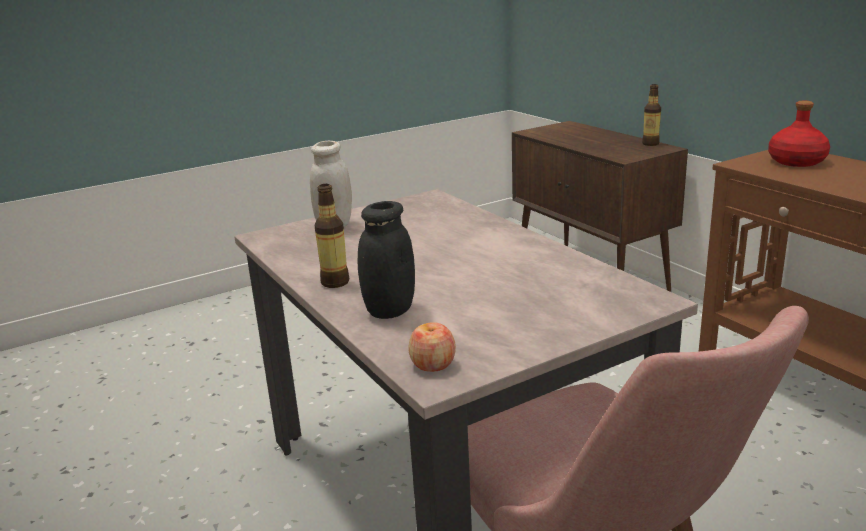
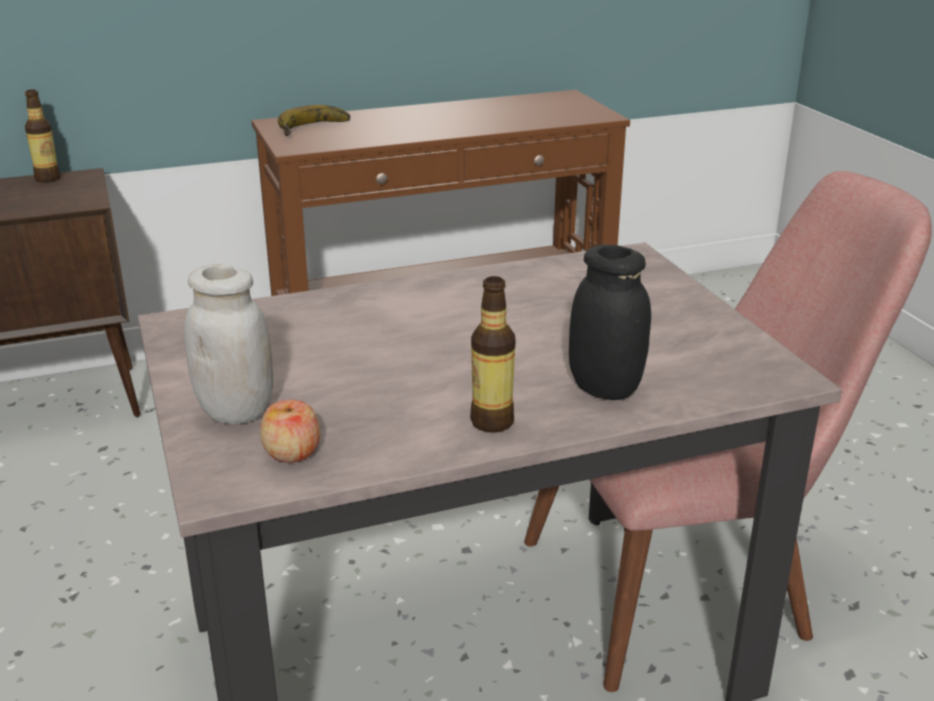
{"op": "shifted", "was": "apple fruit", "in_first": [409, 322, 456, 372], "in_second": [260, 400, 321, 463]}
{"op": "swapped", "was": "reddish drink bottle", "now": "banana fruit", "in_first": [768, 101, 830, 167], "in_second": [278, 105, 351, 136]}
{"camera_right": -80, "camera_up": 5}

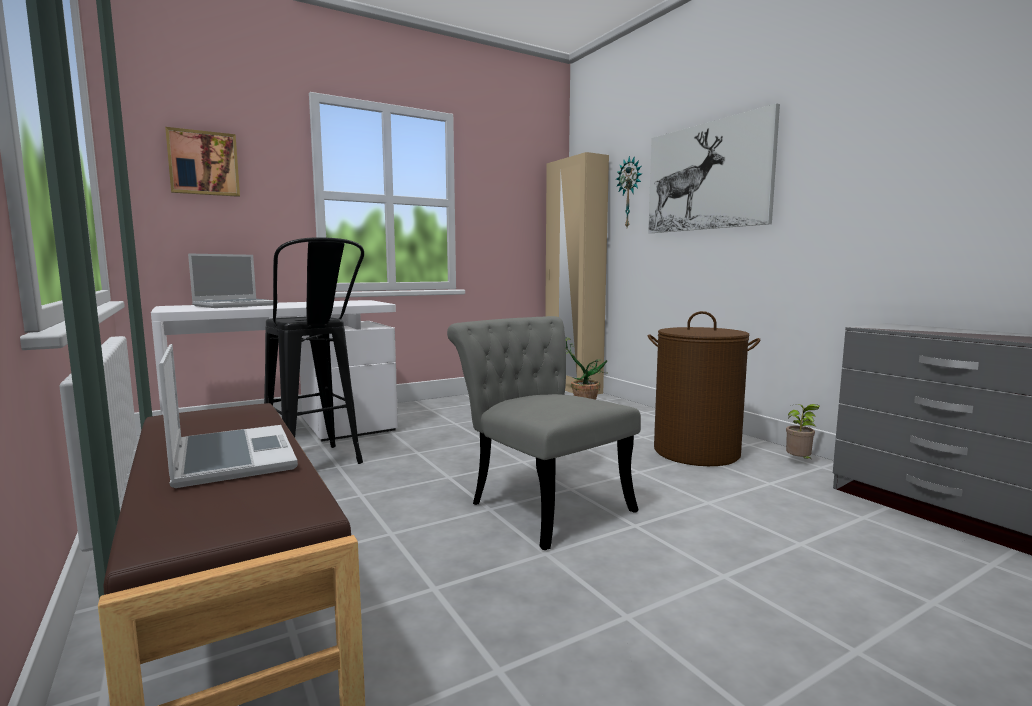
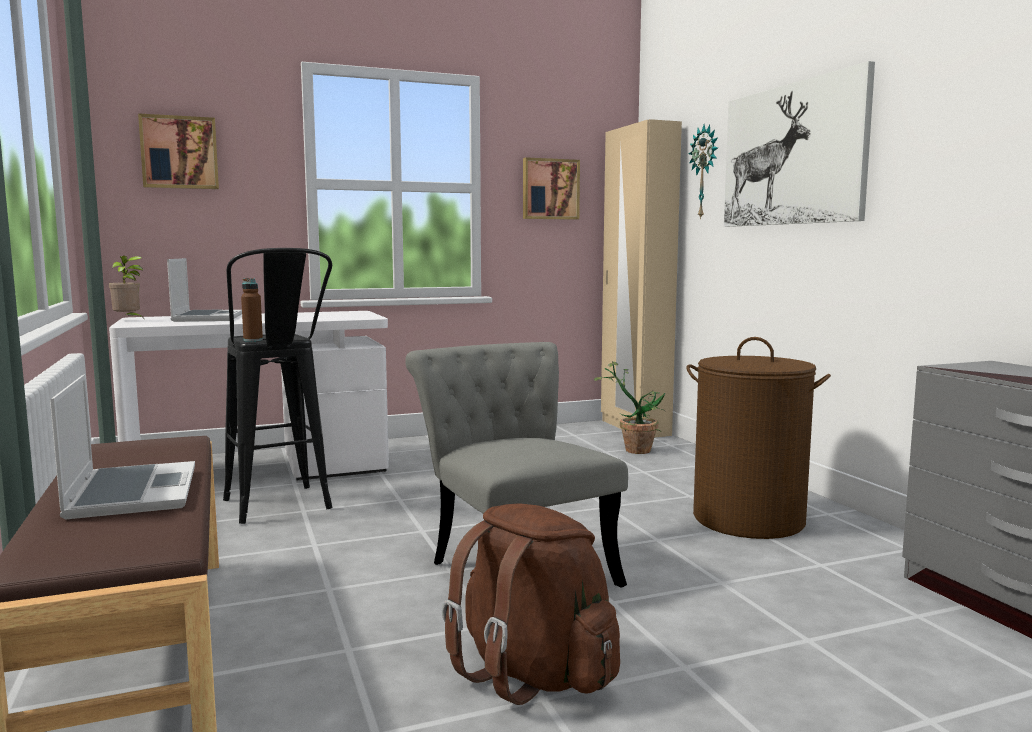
{"op": "rotated", "was": "laptop", "in_first": [188, 253, 278, 308], "in_second": [167, 258, 242, 322], "clockwise": -60}
{"op": "shifted", "was": "plant in a pot", "in_first": [786, 404, 821, 461], "in_second": [109, 255, 145, 320]}
{"op": "new", "now": "brown-coloured drink bottle", "in_second": [241, 278, 263, 342]}
{"op": "new", "now": "brown-coloured backpack", "in_second": [442, 503, 620, 705]}
{"op": "new", "now": "picture", "in_second": [523, 157, 580, 220]}
{"camera_right": 10, "camera_up": 0}

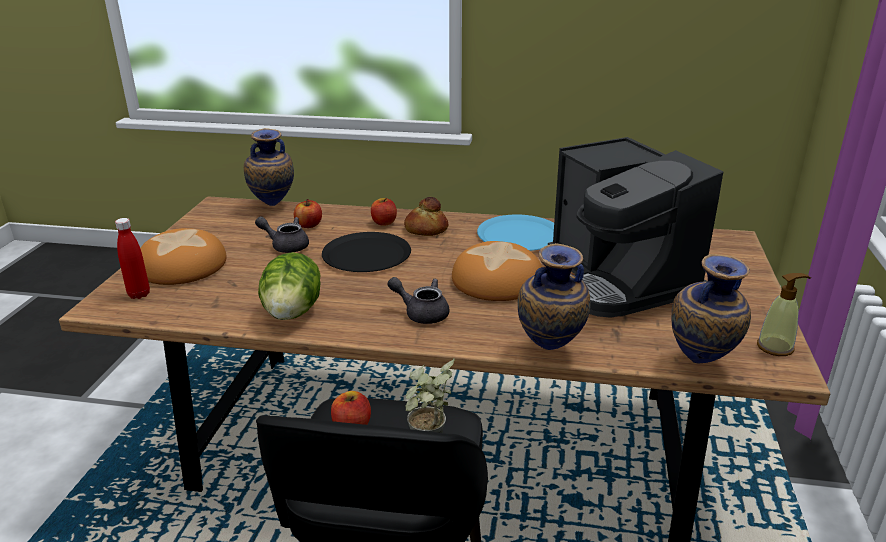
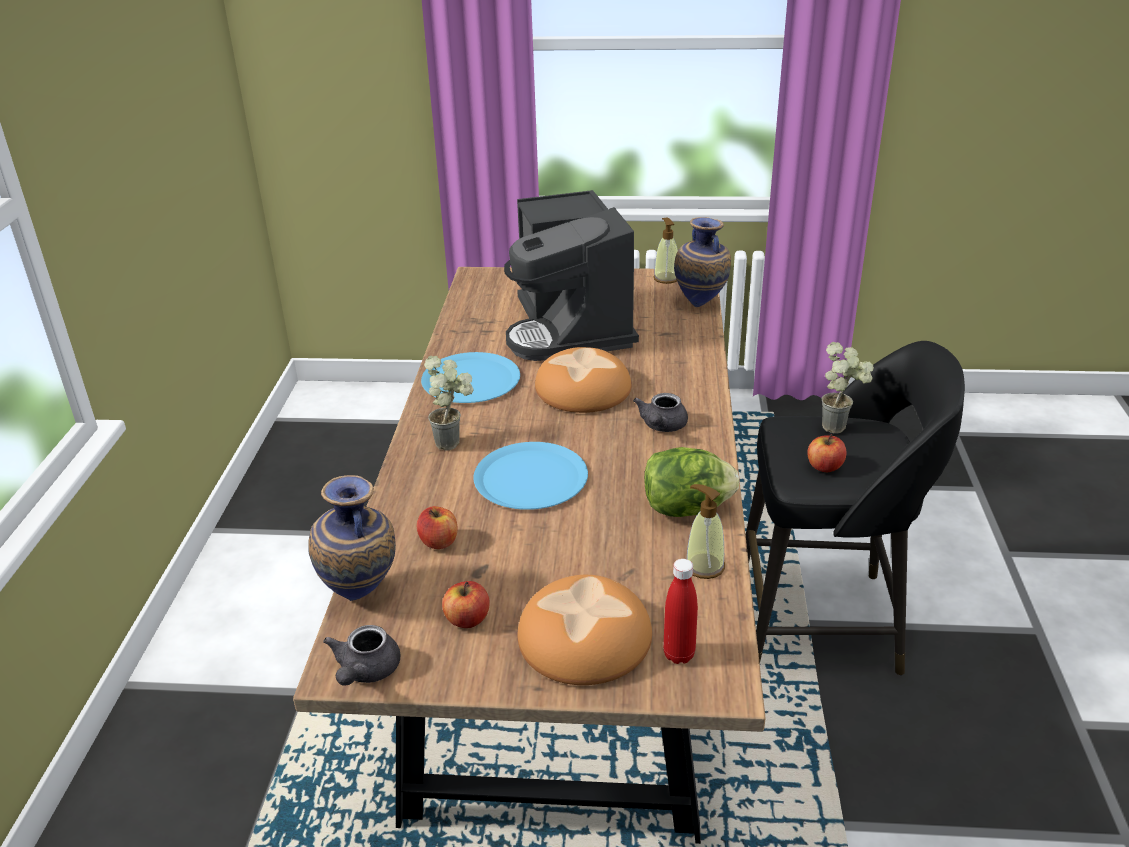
{"op": "shifted", "was": "greyish teapot", "in_first": [255, 216, 309, 253], "in_second": [323, 625, 401, 685]}
{"op": "repainted", "was": "black-coloured plate", "now": "blue-coloured plate", "in_first": [322, 232, 411, 272], "in_second": [473, 442, 588, 510]}
{"op": "shifted", "was": "apple fruit", "in_first": [371, 198, 397, 226], "in_second": [442, 581, 490, 628]}
{"op": "swapped", "was": "bread", "now": "plant in a pot", "in_first": [404, 197, 449, 236], "in_second": [424, 355, 474, 451]}
{"op": "gone", "was": "vase", "in_first": [518, 243, 591, 350]}
{"op": "rotated", "was": "coffee maker", "in_first": [548, 137, 723, 318], "in_second": [504, 190, 639, 361], "clockwise": 105}
{"op": "new", "now": "liquid soap bottle", "in_second": [687, 484, 725, 579]}
{"camera_right": -95, "camera_up": 5}

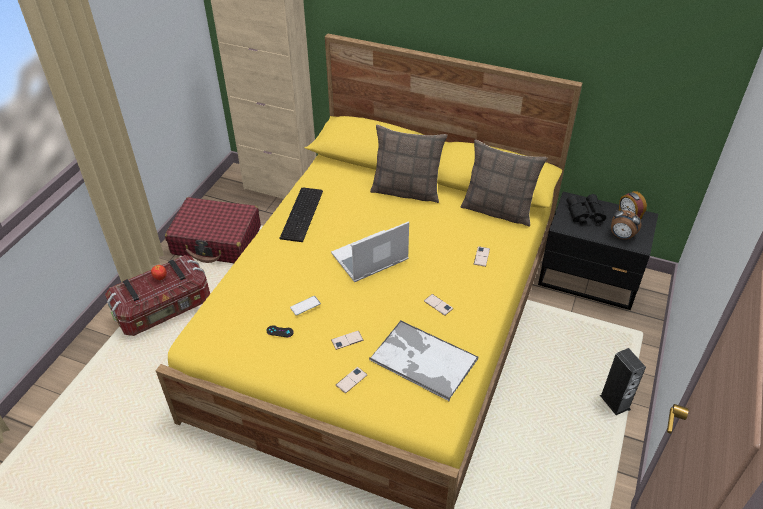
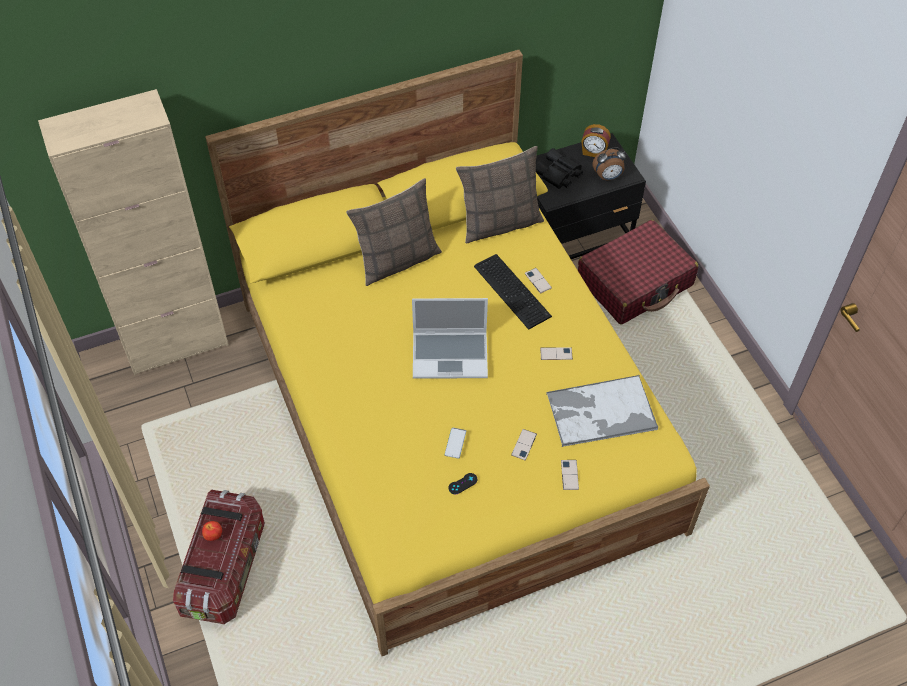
{"op": "shifted", "was": "reddish suitcase", "in_first": [165, 197, 261, 263], "in_second": [578, 220, 698, 324]}
{"op": "shifted", "was": "PC keyboard", "in_first": [279, 188, 323, 242], "in_second": [474, 254, 552, 330]}
{"op": "rotated", "was": "laptop", "in_first": [331, 221, 409, 282], "in_second": [412, 298, 488, 379], "clockwise": -105}
{"op": "gone", "was": "speaker", "in_first": [600, 348, 646, 415]}
{"camera_right": -45, "camera_up": 10}

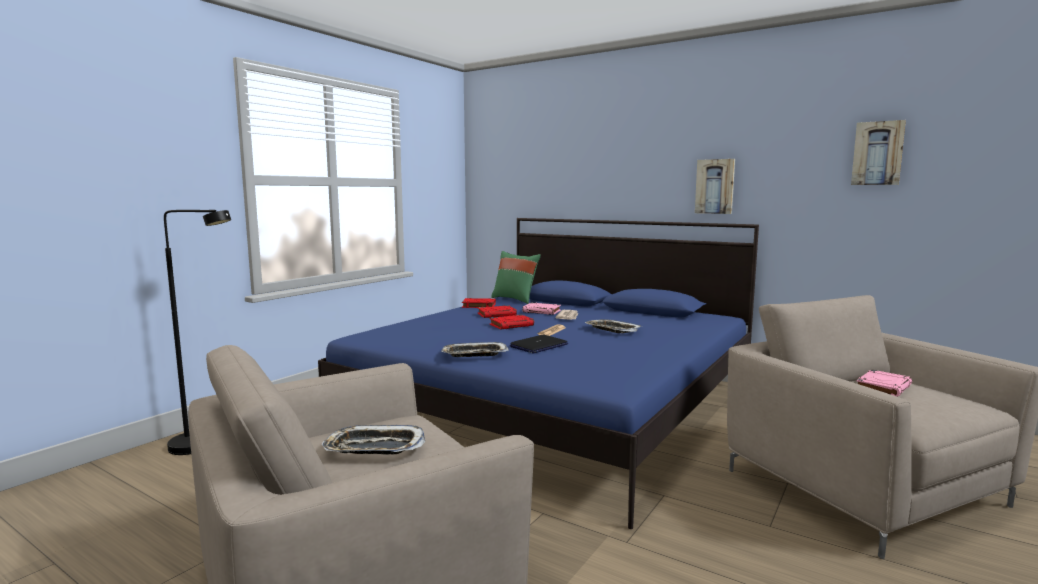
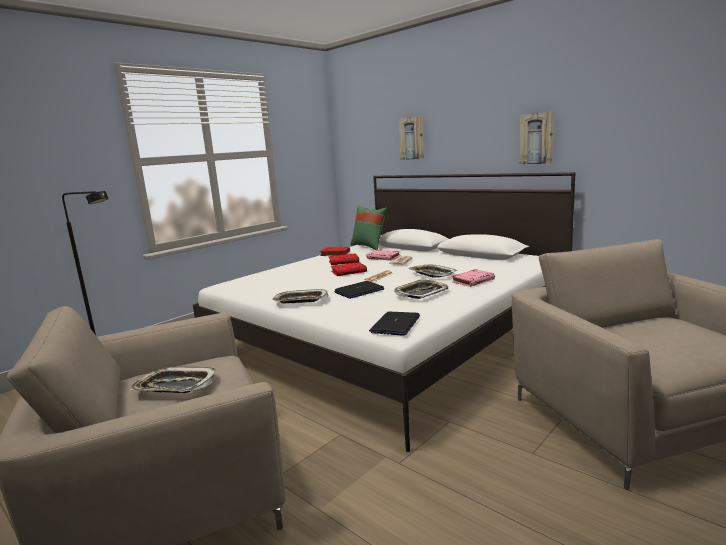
{"op": "repainted", "was": "blue-coloured bedroom bed", "now": "white bedroom bed", "in_first": [318, 218, 759, 529], "in_second": [193, 172, 575, 452]}
{"op": "shifted", "was": "picture", "in_first": [851, 120, 906, 185], "in_second": [398, 116, 424, 160]}
{"op": "shifted", "was": "pink bound book", "in_first": [857, 369, 912, 397], "in_second": [452, 269, 495, 287]}
{"op": "new", "now": "laptop", "in_second": [369, 312, 420, 336]}
{"op": "new", "now": "carrying tray", "in_second": [394, 279, 448, 299]}
{"camera_right": 10, "camera_up": 5}

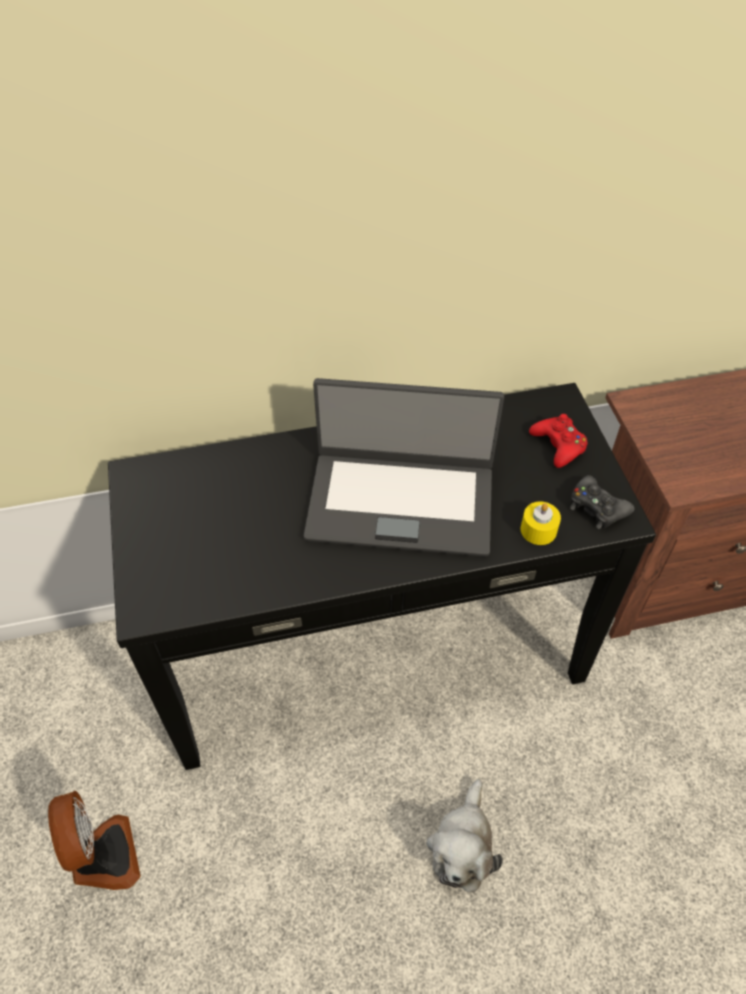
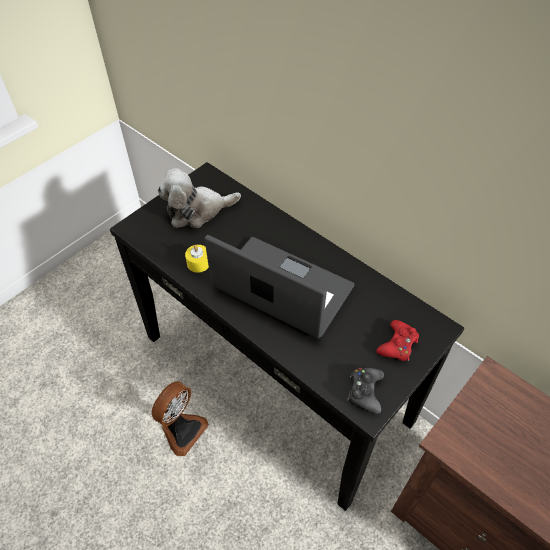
{"op": "shifted", "was": "electric fan", "in_first": [48, 791, 141, 890], "in_second": [151, 381, 209, 456]}
{"op": "rotated", "was": "laptop", "in_first": [304, 378, 504, 556], "in_second": [205, 235, 354, 338], "clockwise": 150}
{"op": "shifted", "was": "plush toy", "in_first": [426, 779, 503, 892], "in_second": [158, 168, 241, 228]}
{"op": "shifted", "was": "yellow candle", "in_first": [521, 501, 561, 545], "in_second": [185, 245, 209, 273]}
{"camera_right": 55, "camera_up": 0}

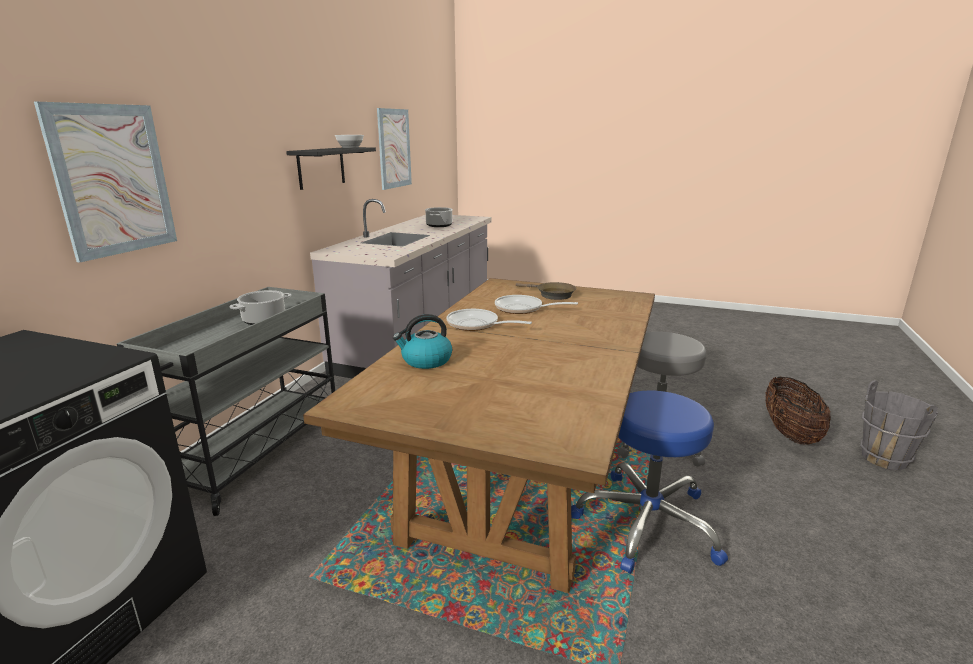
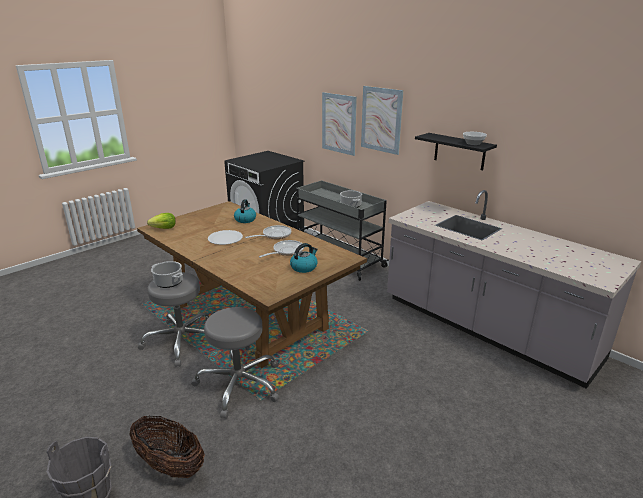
{"op": "shifted", "was": "picture", "in_first": [377, 108, 412, 190], "in_second": [361, 86, 403, 155]}
{"op": "shifted", "was": "cooking pot", "in_first": [425, 207, 453, 227], "in_second": [151, 261, 183, 288]}
{"op": "swapped", "was": "brown-coloured frying pan", "now": "kettle", "in_first": [516, 282, 576, 300], "in_second": [290, 243, 318, 273]}
{"op": "repainted", "was": "blue-coloured sitting stool", "now": "greyish sitting stool", "in_first": [571, 391, 728, 574], "in_second": [138, 272, 209, 367]}
{"op": "new", "now": "lettuce head", "in_second": [147, 213, 176, 229]}
{"op": "new", "now": "white plate", "in_second": [208, 230, 243, 245]}
{"camera_right": 115, "camera_up": 5}

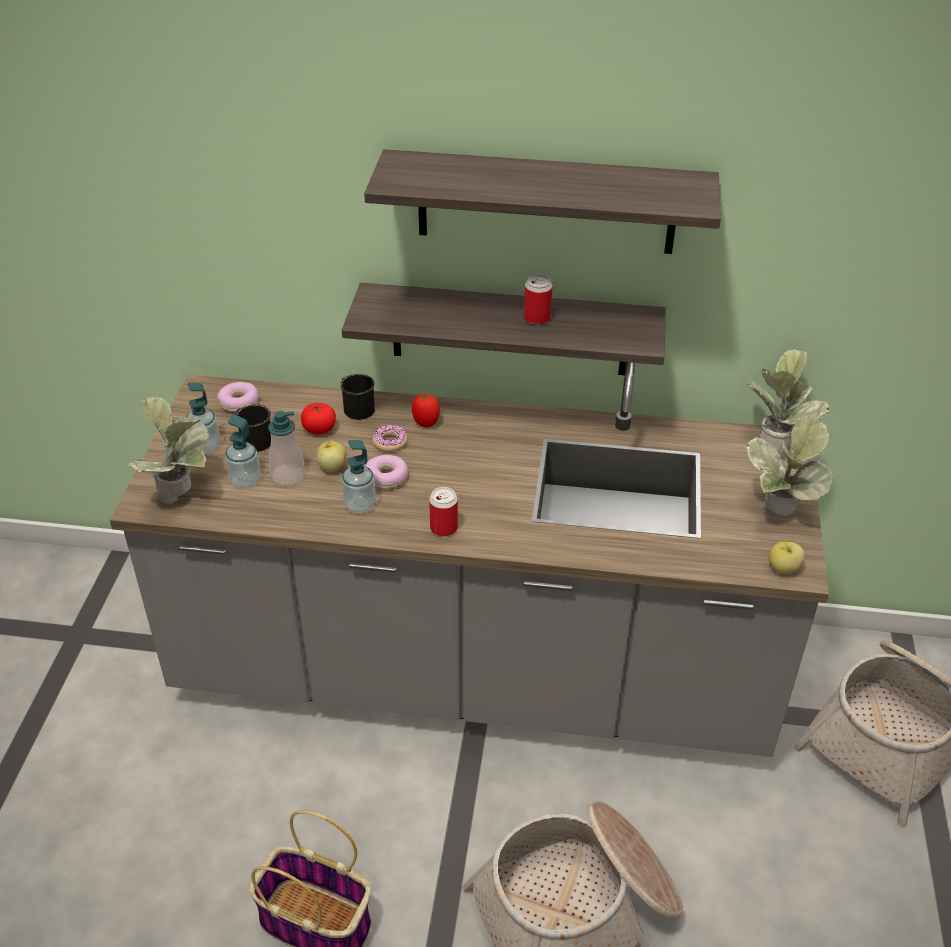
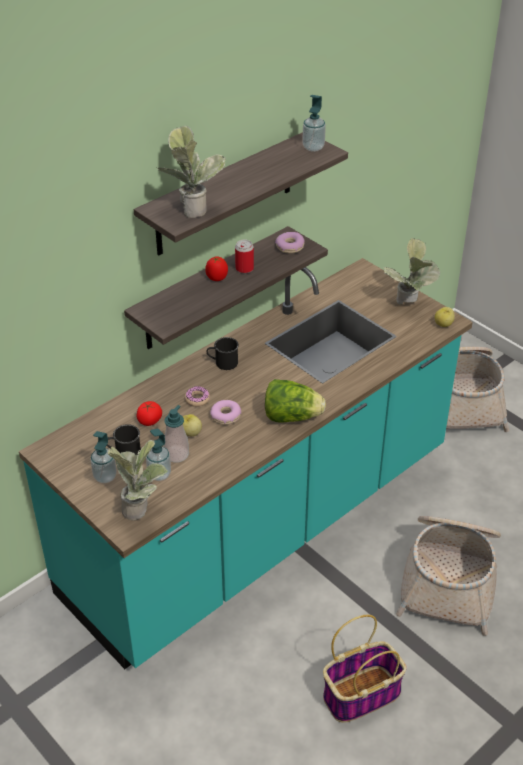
{"op": "repainted", "was": "greyish kitchen base unit", "now": "turquoise-coloured kitchen base unit", "in_first": [110, 362, 829, 757], "in_second": [19, 258, 473, 669]}
{"op": "shifted", "was": "doughnut", "in_first": [217, 382, 259, 412], "in_second": [275, 232, 305, 253]}
{"op": "shifted", "was": "black-coloured mug", "in_first": [340, 374, 375, 420], "in_second": [207, 337, 239, 370]}
{"op": "shifted", "was": "liquid soap bottle", "in_first": [341, 440, 376, 514], "in_second": [302, 95, 326, 152]}
{"op": "shifted", "was": "tomato", "in_first": [412, 394, 440, 428], "in_second": [205, 256, 228, 281]}
{"op": "swapped", "was": "sealed can", "now": "lettuce head", "in_first": [429, 487, 458, 537], "in_second": [265, 379, 326, 423]}
{"op": "shifted", "was": "plant in a pot", "in_first": [747, 349, 830, 459], "in_second": [156, 126, 226, 218]}
{"camera_right": -50, "camera_up": 0}

